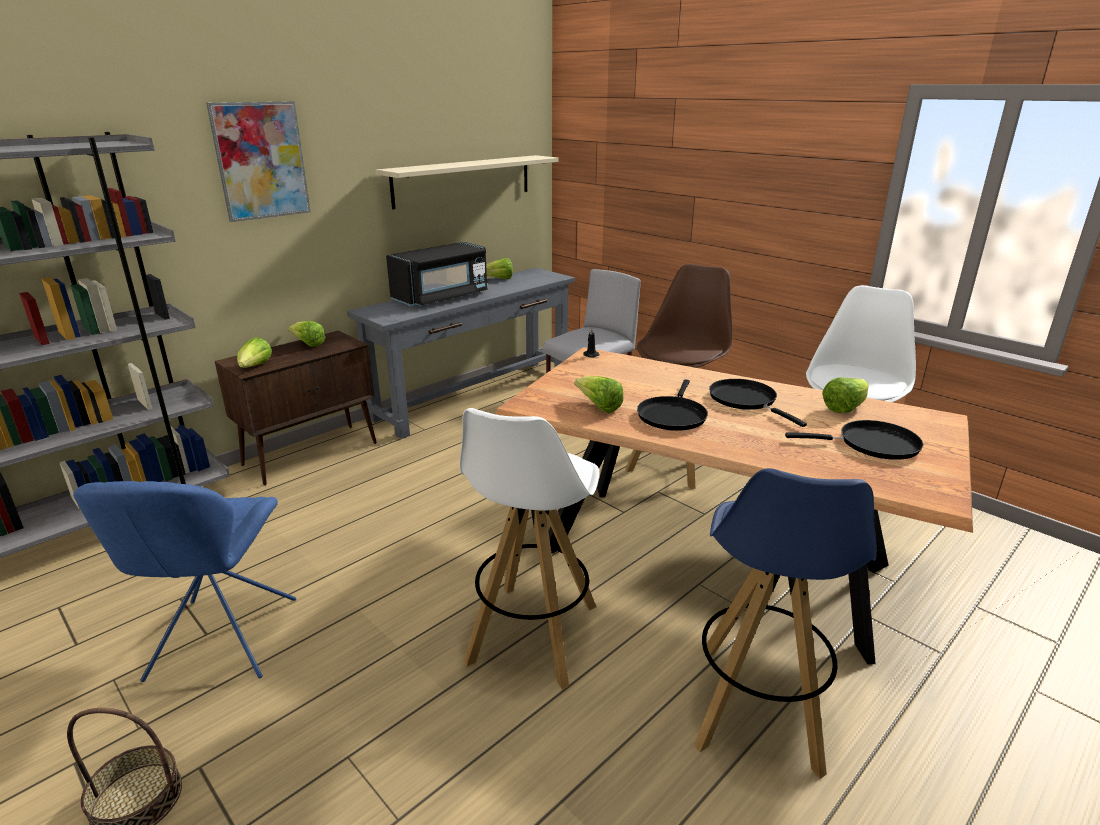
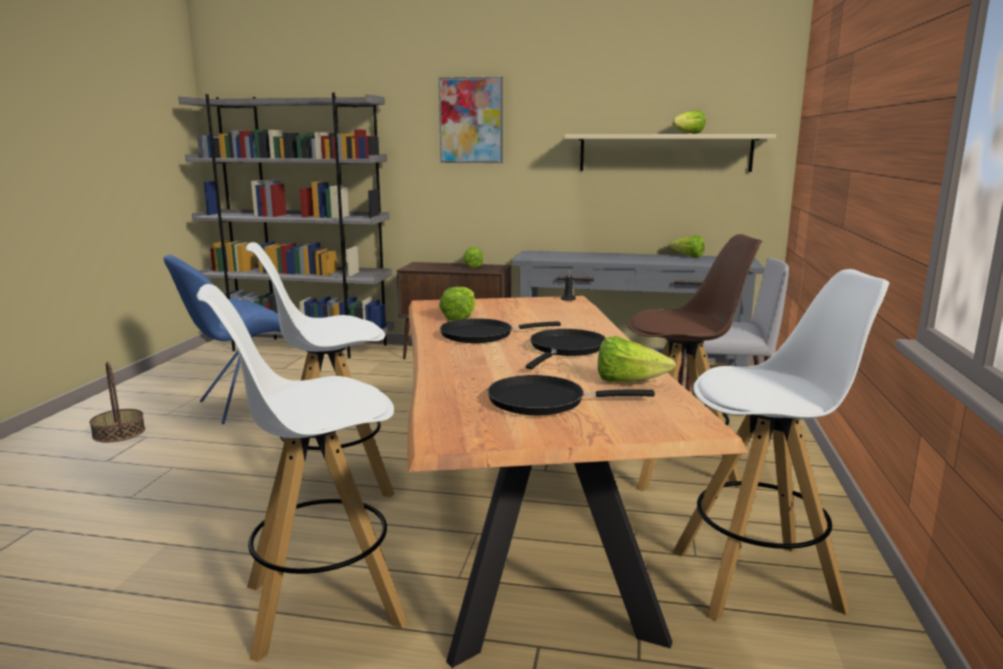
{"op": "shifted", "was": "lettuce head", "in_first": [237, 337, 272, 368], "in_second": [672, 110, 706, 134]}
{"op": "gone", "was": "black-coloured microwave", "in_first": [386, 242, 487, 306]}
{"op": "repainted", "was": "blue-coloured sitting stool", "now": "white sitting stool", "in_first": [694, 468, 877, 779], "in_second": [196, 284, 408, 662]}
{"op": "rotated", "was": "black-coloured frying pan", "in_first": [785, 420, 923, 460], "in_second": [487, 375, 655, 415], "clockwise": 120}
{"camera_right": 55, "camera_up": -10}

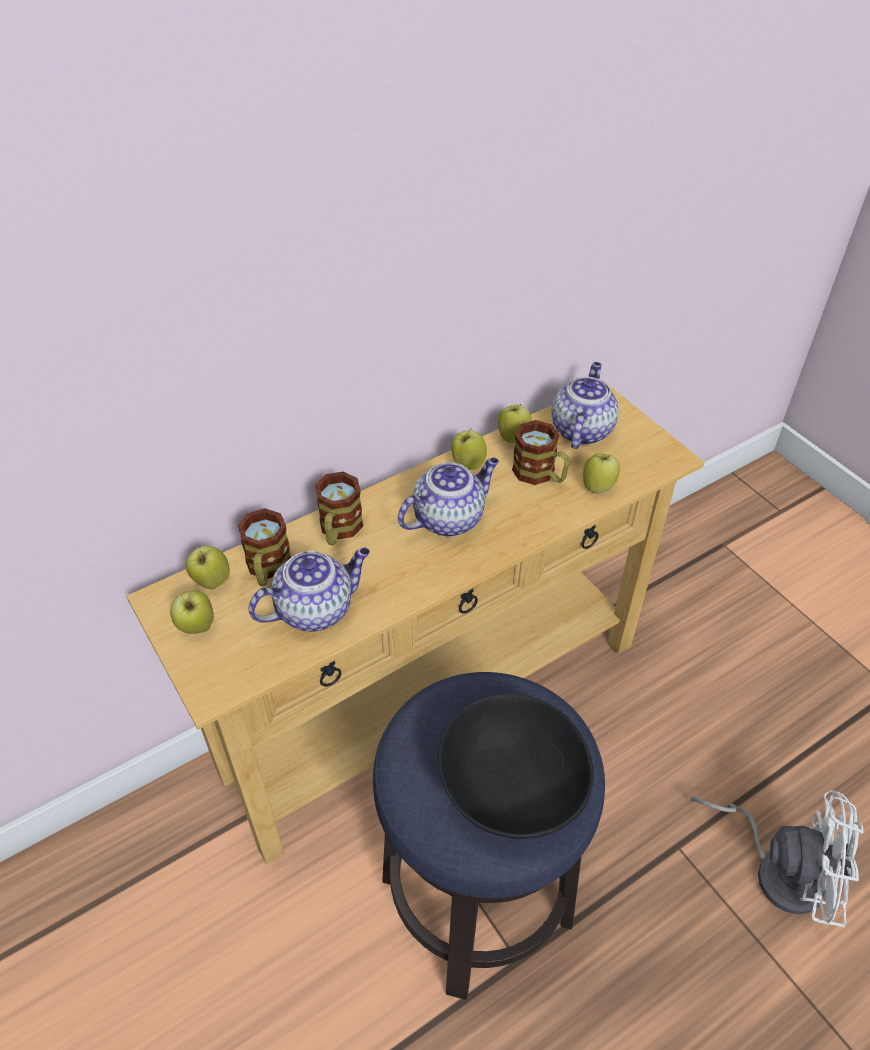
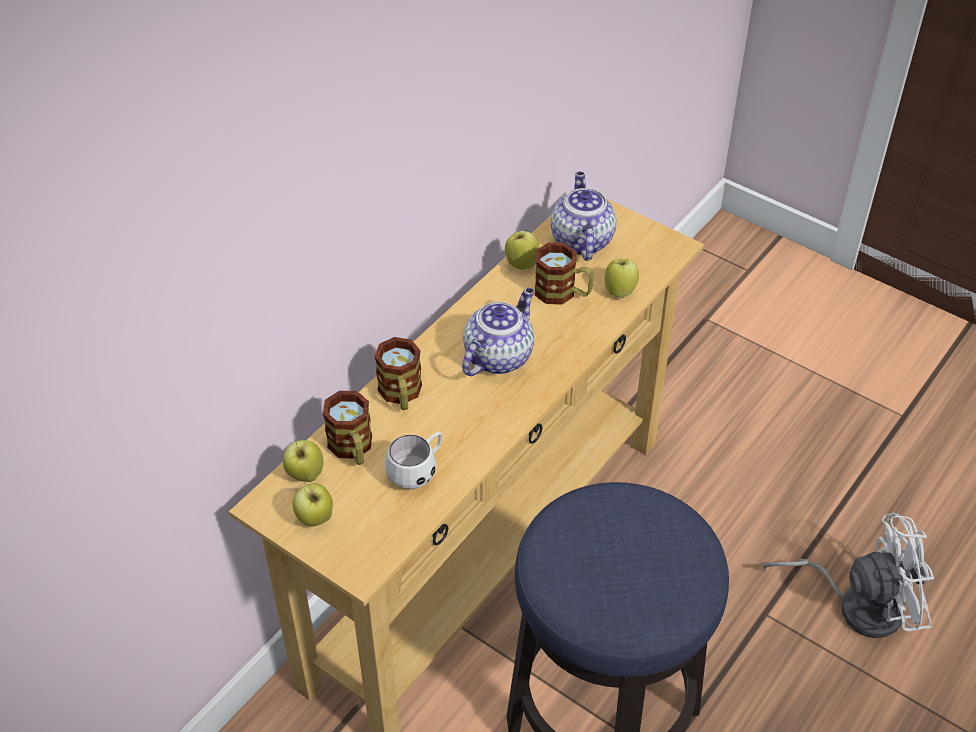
{"op": "swapped", "was": "teapot", "now": "white mug", "in_first": [249, 548, 370, 632], "in_second": [385, 432, 442, 489]}
{"op": "gone", "was": "black-coloured bowl", "in_first": [438, 694, 594, 839]}
{"op": "gone", "was": "apple fruit", "in_first": [451, 428, 487, 470]}
{"camera_right": -20, "camera_up": 0}

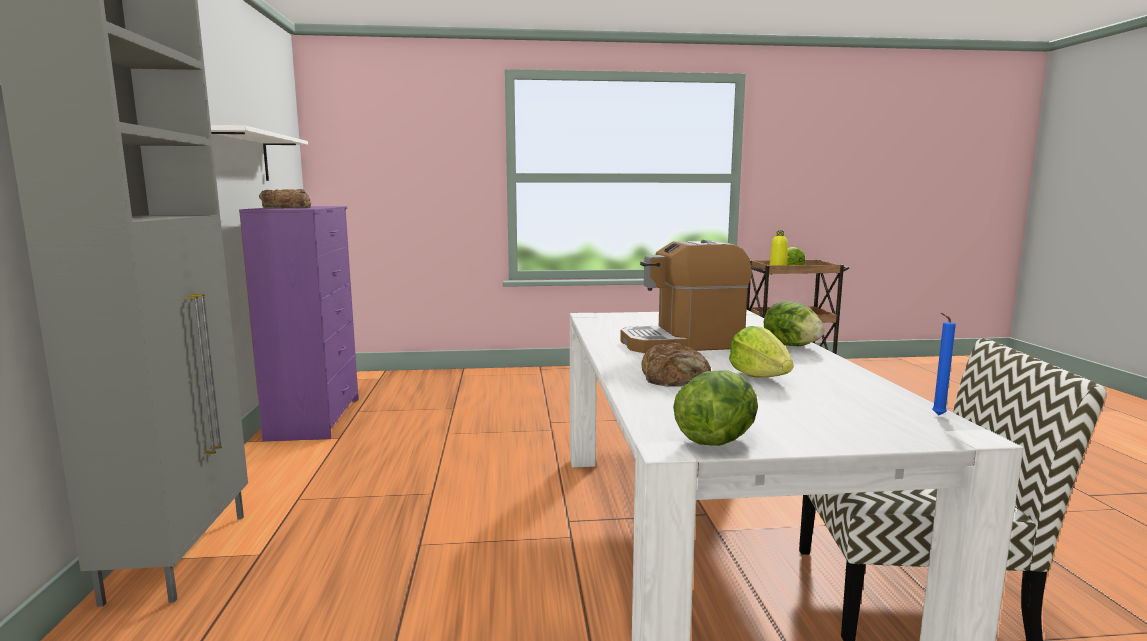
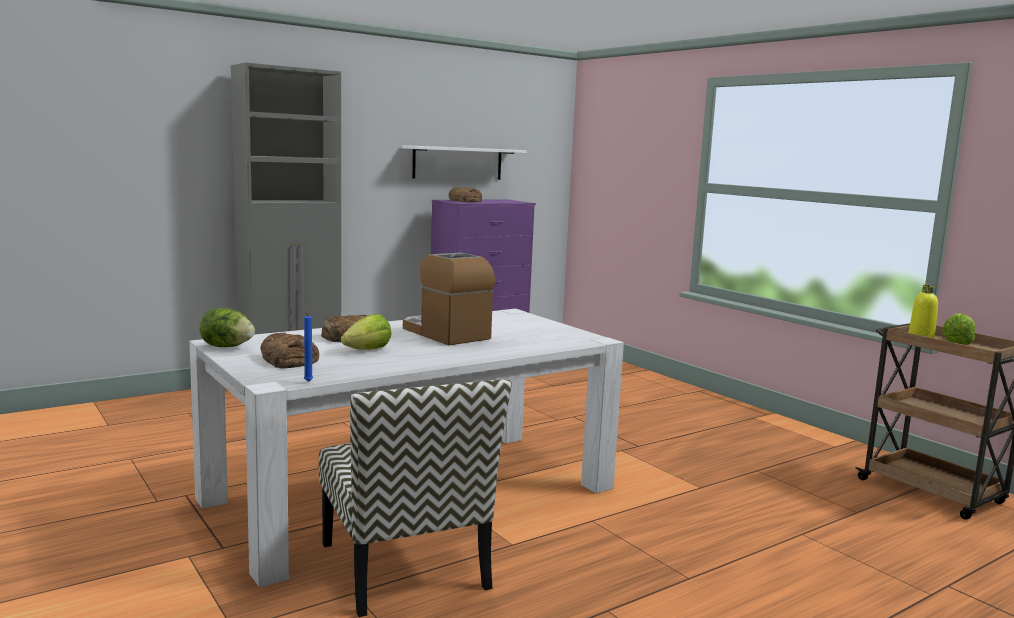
{"op": "gone", "was": "lettuce head", "in_first": [764, 301, 825, 346]}
{"op": "new", "now": "bread", "in_second": [261, 333, 319, 368]}
{"camera_right": 60, "camera_up": 0}

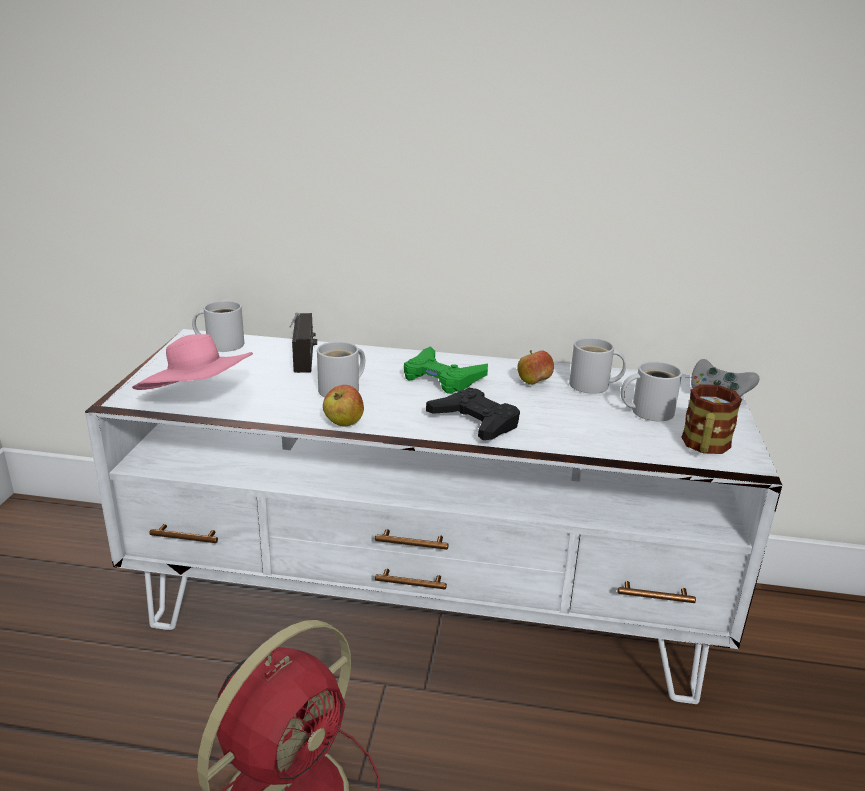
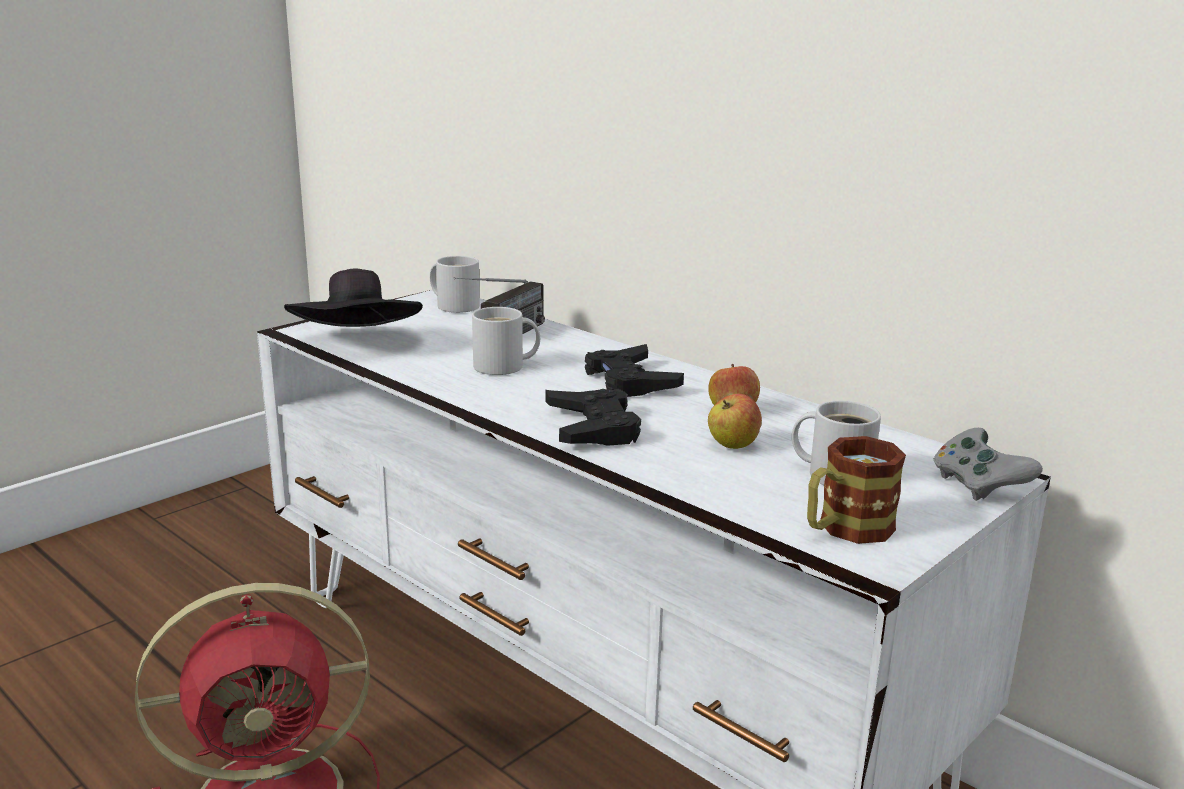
{"op": "repainted", "was": "pink wearable hat", "now": "black-coloured wearable hat", "in_first": [132, 334, 253, 390], "in_second": [284, 269, 423, 327]}
{"op": "shifted", "was": "apple fruit", "in_first": [323, 385, 364, 427], "in_second": [708, 394, 762, 449]}
{"op": "repainted", "was": "green-coloured game controller", "now": "black-coloured game controller", "in_first": [404, 346, 488, 394], "in_second": [585, 344, 684, 397]}
{"op": "gone", "was": "white mug", "in_first": [569, 338, 626, 394]}
{"camera_right": 35, "camera_up": -5}

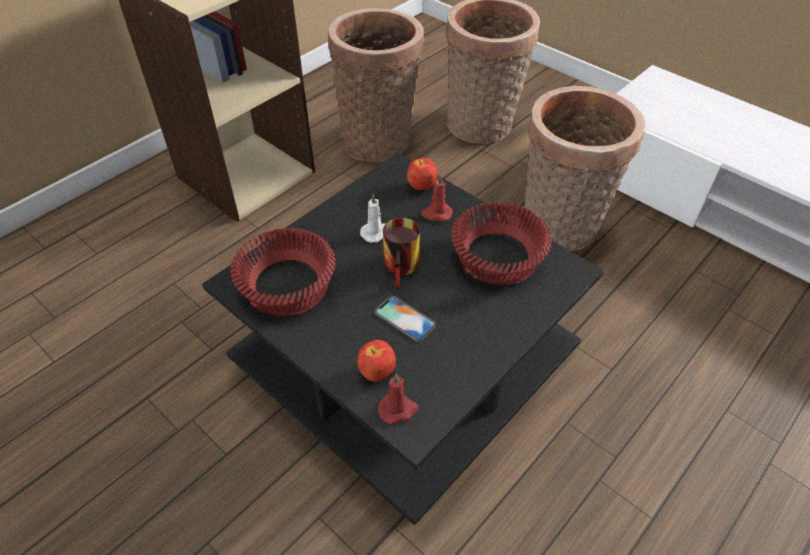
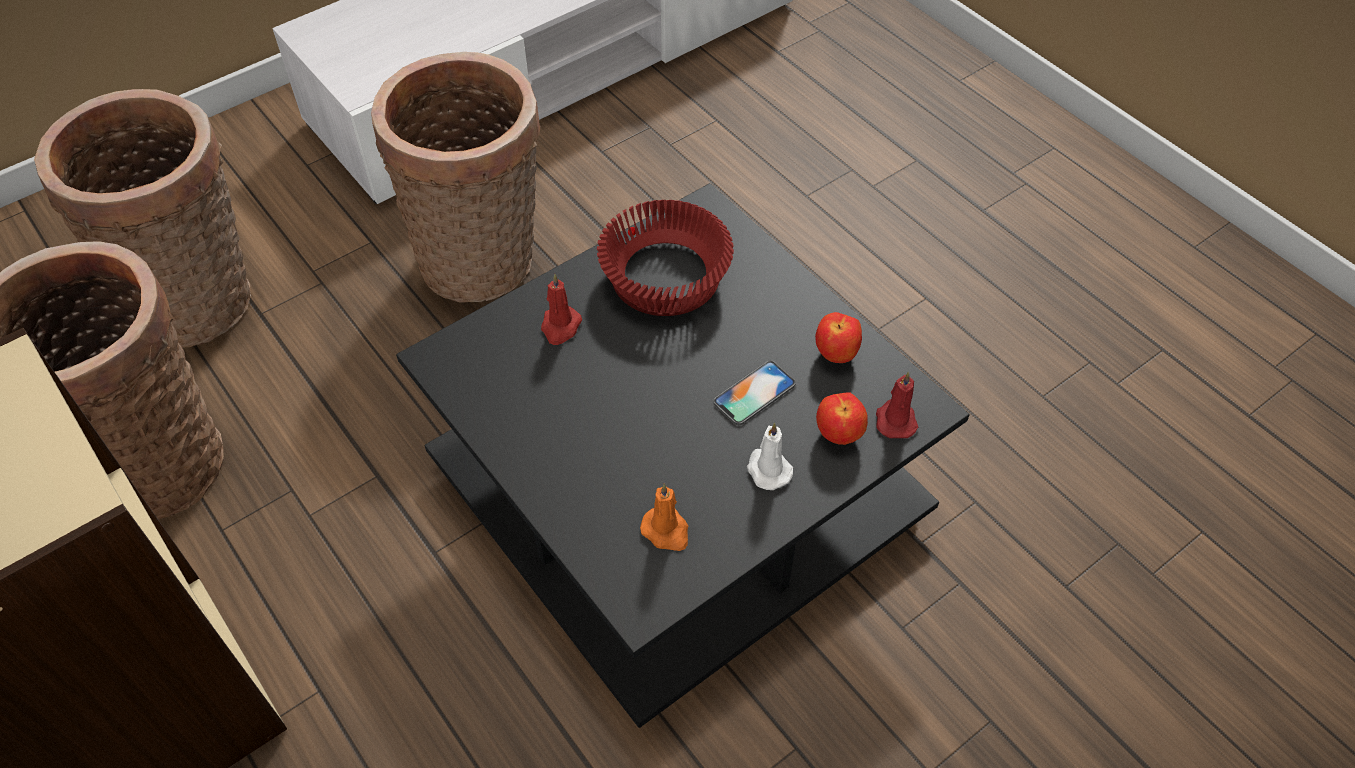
{"op": "swapped", "was": "reddish bowl", "now": "orange-coloured candle", "in_first": [230, 228, 336, 316], "in_second": [640, 484, 688, 551]}
{"op": "shifted", "was": "white candle", "in_first": [360, 194, 385, 243], "in_second": [747, 423, 793, 490]}
{"op": "gone", "was": "mug", "in_first": [383, 218, 420, 287]}
{"op": "shifted", "was": "apple fruit", "in_first": [407, 158, 437, 190], "in_second": [815, 312, 862, 363]}
{"camera_right": -80, "camera_up": 5}

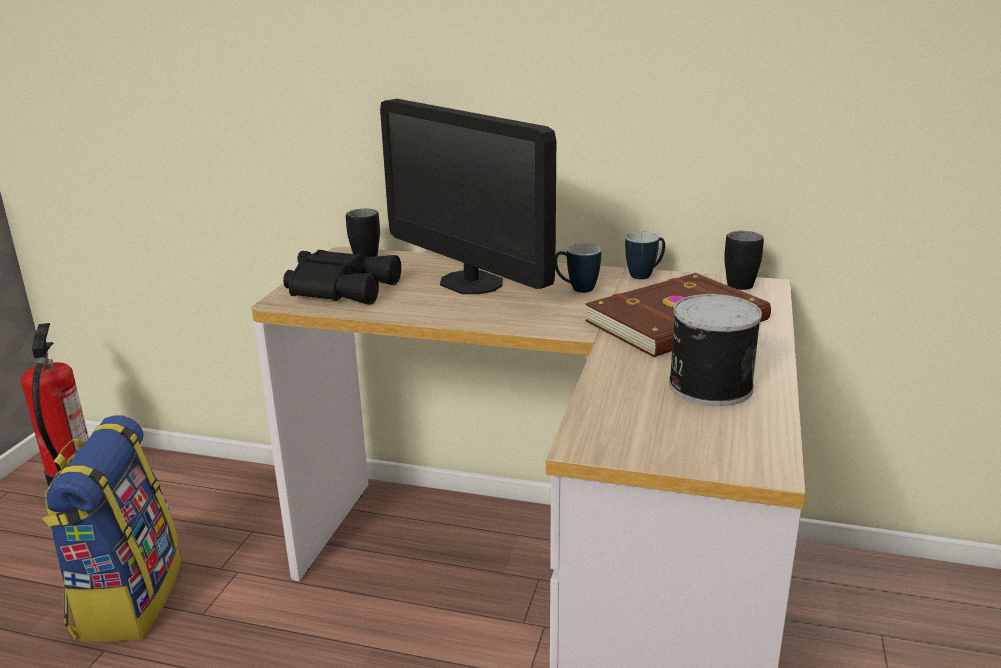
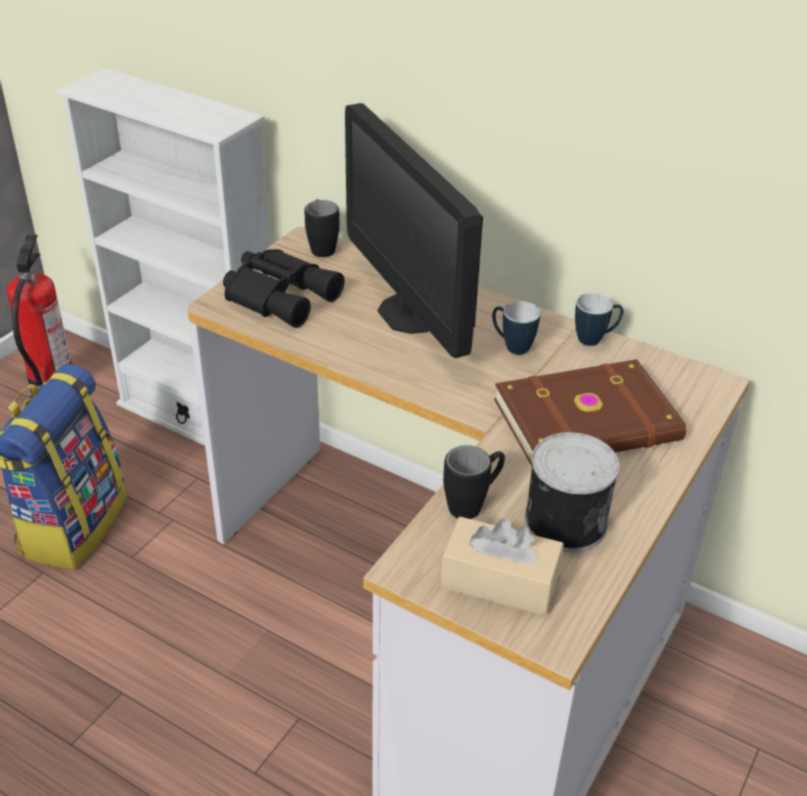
{"op": "shifted", "was": "black-coloured mug", "in_first": [724, 231, 764, 290], "in_second": [443, 445, 505, 519]}
{"op": "new", "now": "white bookshelf", "in_second": [56, 68, 270, 446]}
{"op": "new", "now": "beige-coloured tissue box", "in_second": [441, 517, 564, 616]}
{"camera_right": 15, "camera_up": 15}

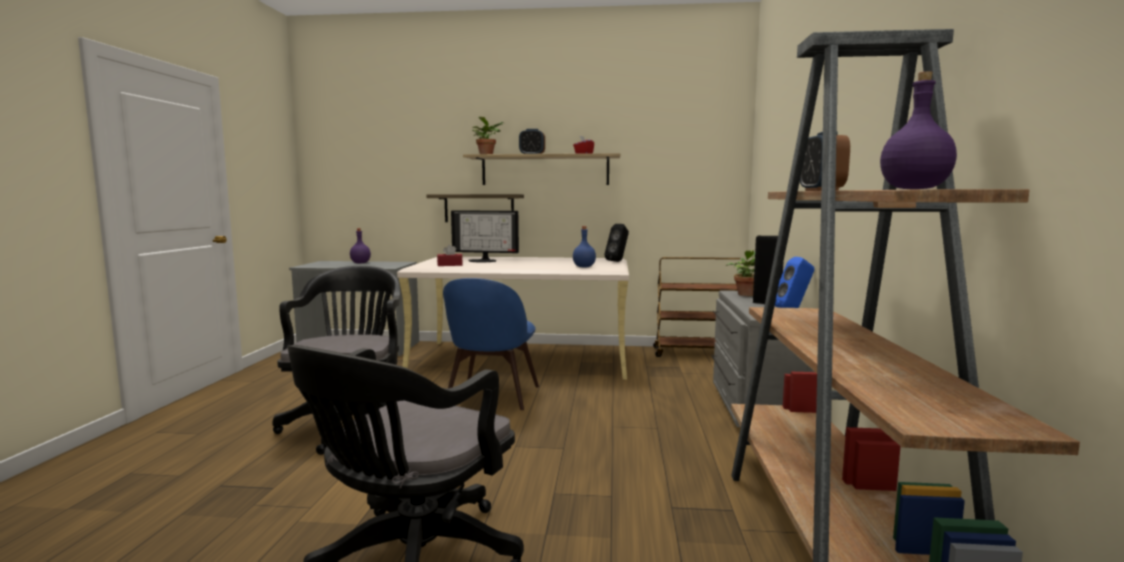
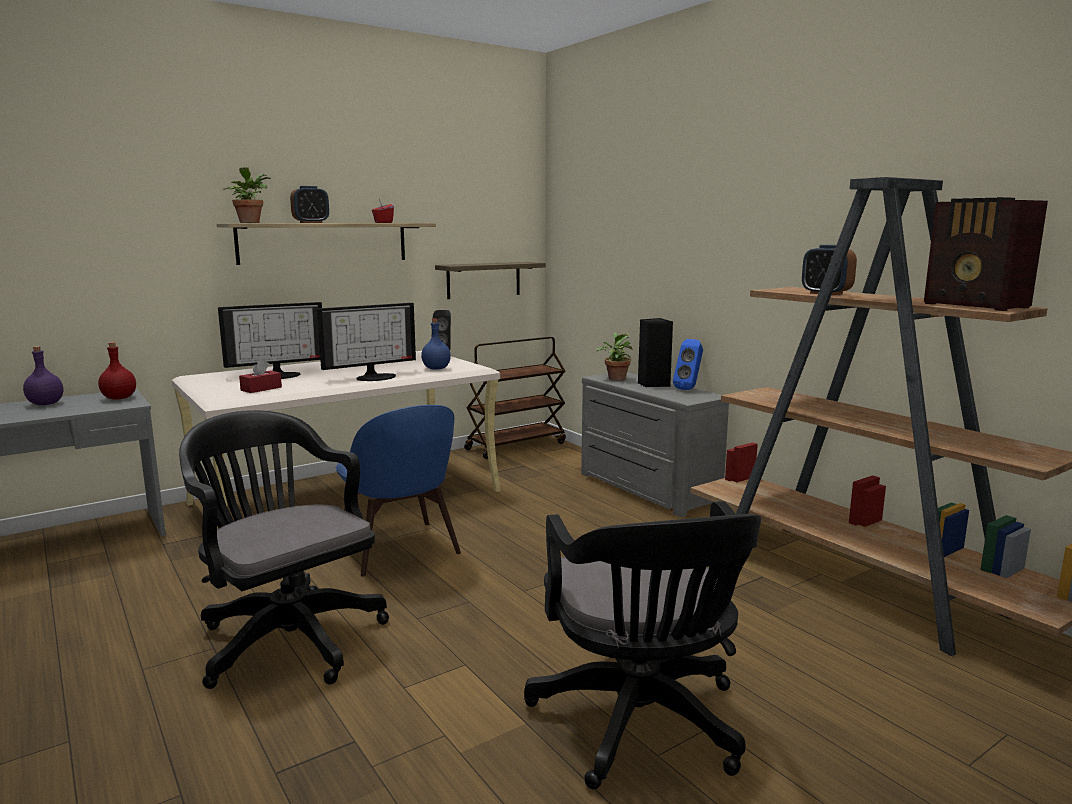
{"op": "shifted", "was": "bracket shelf", "in_first": [427, 194, 524, 222], "in_second": [435, 262, 546, 299]}
{"op": "swapped", "was": "purple drink bottle", "now": "radio receiver", "in_first": [880, 71, 957, 189], "in_second": [924, 197, 1048, 311]}
{"op": "new", "now": "reddish drink bottle", "in_second": [98, 342, 136, 400]}
{"op": "new", "now": "computer display", "in_second": [317, 303, 416, 381]}
{"camera_right": -40, "camera_up": 5}

